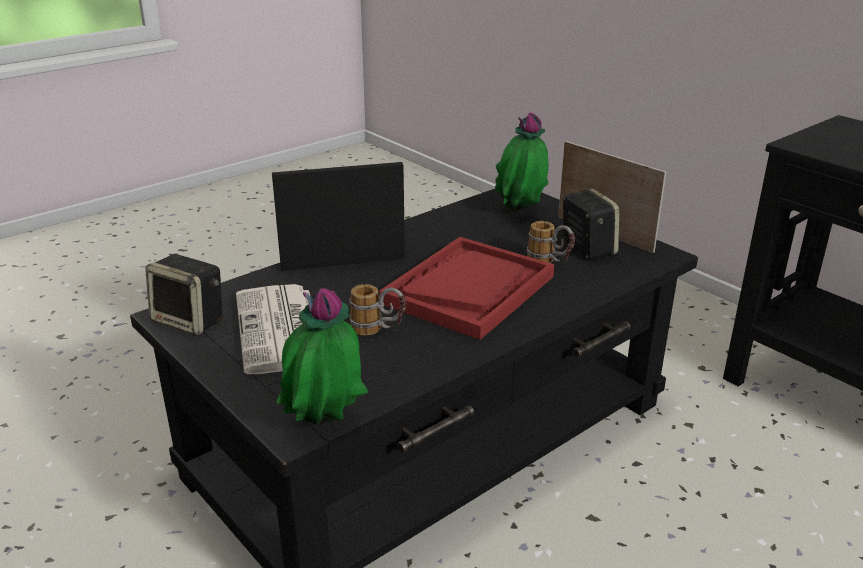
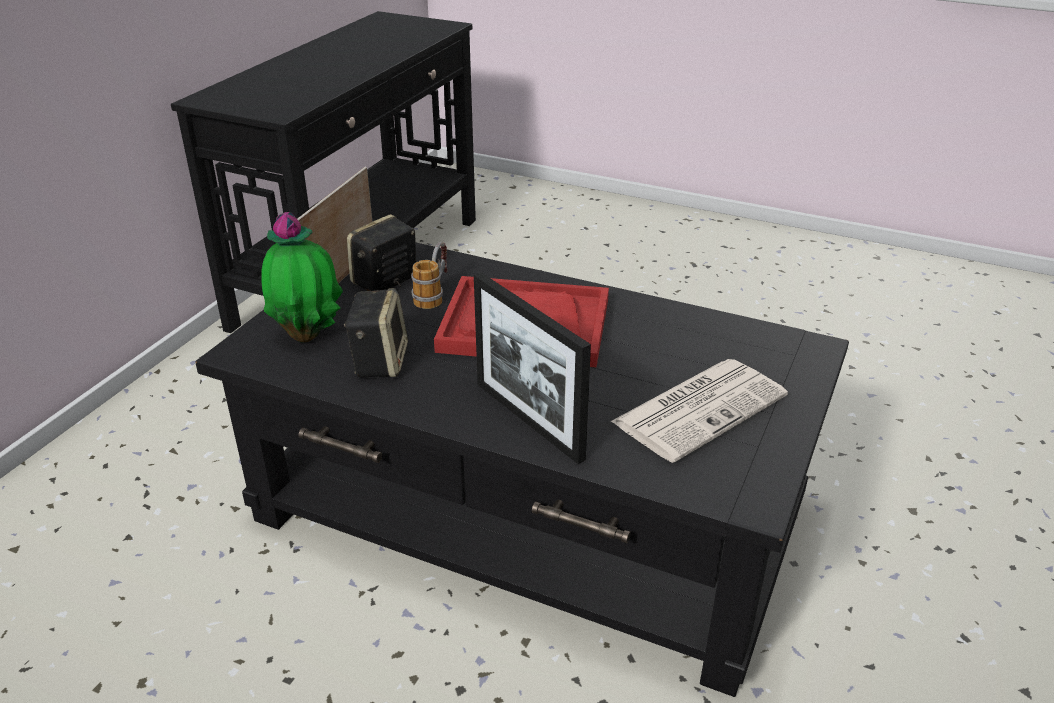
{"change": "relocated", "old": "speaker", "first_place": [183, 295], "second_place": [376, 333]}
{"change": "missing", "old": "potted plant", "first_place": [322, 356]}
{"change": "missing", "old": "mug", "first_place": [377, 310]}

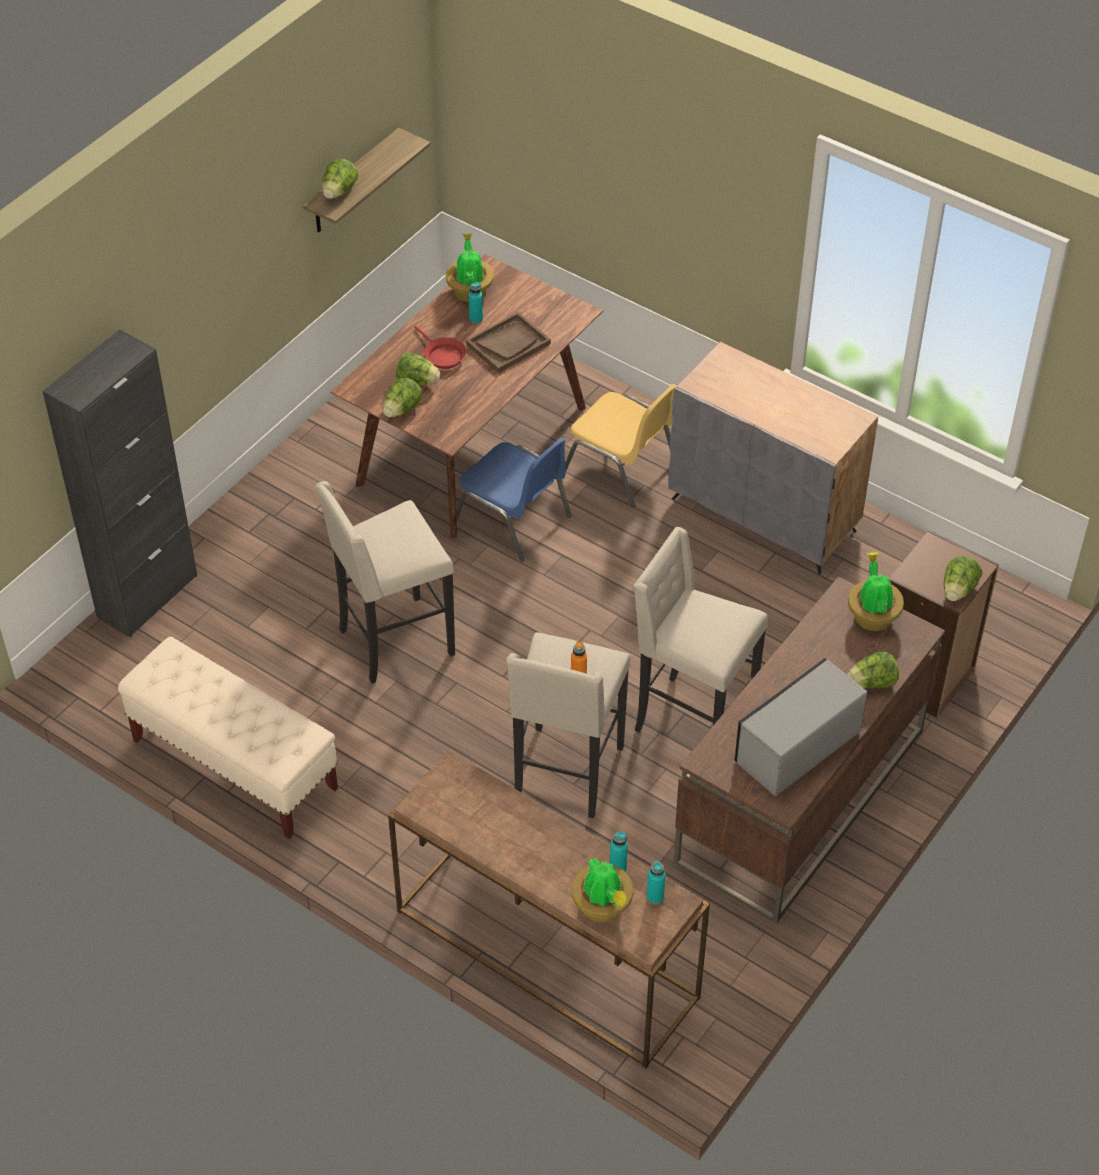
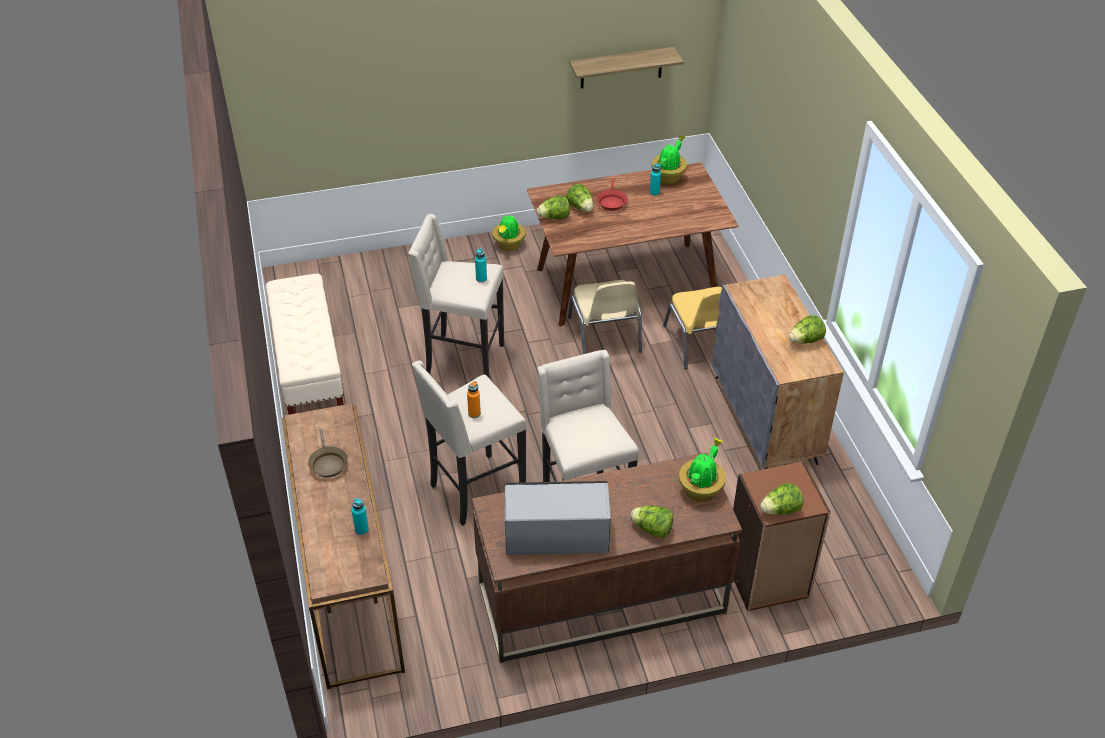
{"change": "appeared", "new": "frying pan/brown", "second_place": [328, 453]}
{"change": "relocated", "old": "bottle/turquoise", "first_place": [656, 882], "second_place": [481, 265]}
{"change": "relocated", "old": "potted plant", "first_place": [602, 889], "second_place": [509, 233]}
{"change": "colour", "old": "chair/blue", "new": "chair/beige", "first_place": [514, 500], "second_place": [605, 317]}
{"change": "relocated", "old": "lettuce", "first_place": [340, 178], "second_place": [807, 329]}
{"change": "missing", "old": "cabinet/black", "first_place": [120, 483]}
{"change": "missing", "old": "tray/brown", "first_place": [508, 342]}

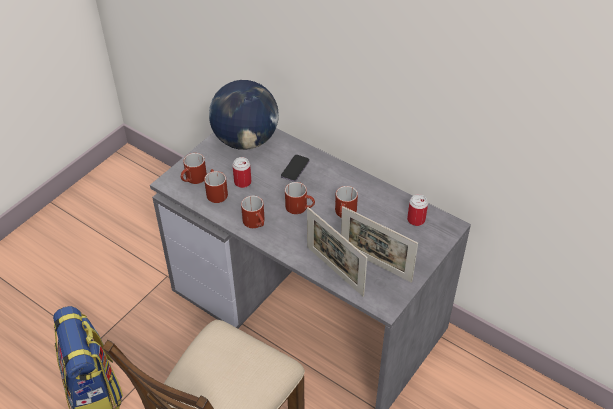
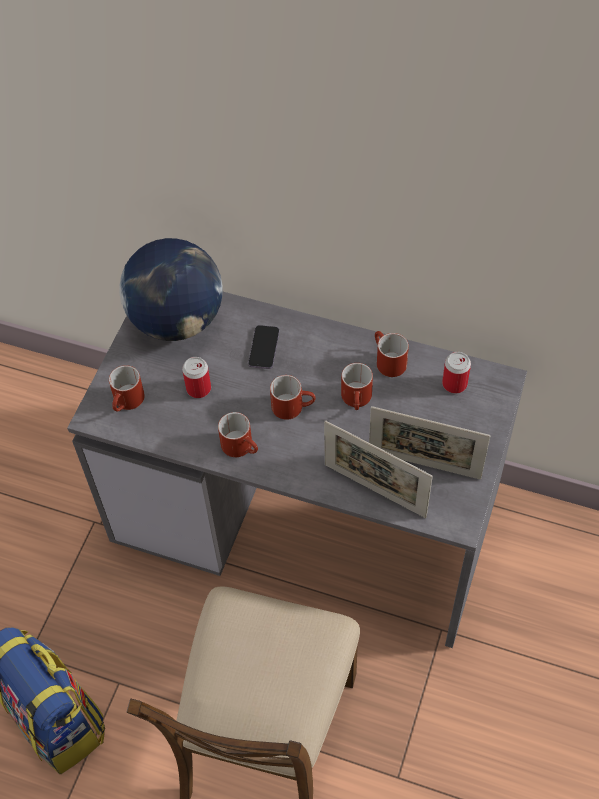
{"change": "relocated", "old": "mug/red", "first_place": [216, 186], "second_place": [392, 354]}

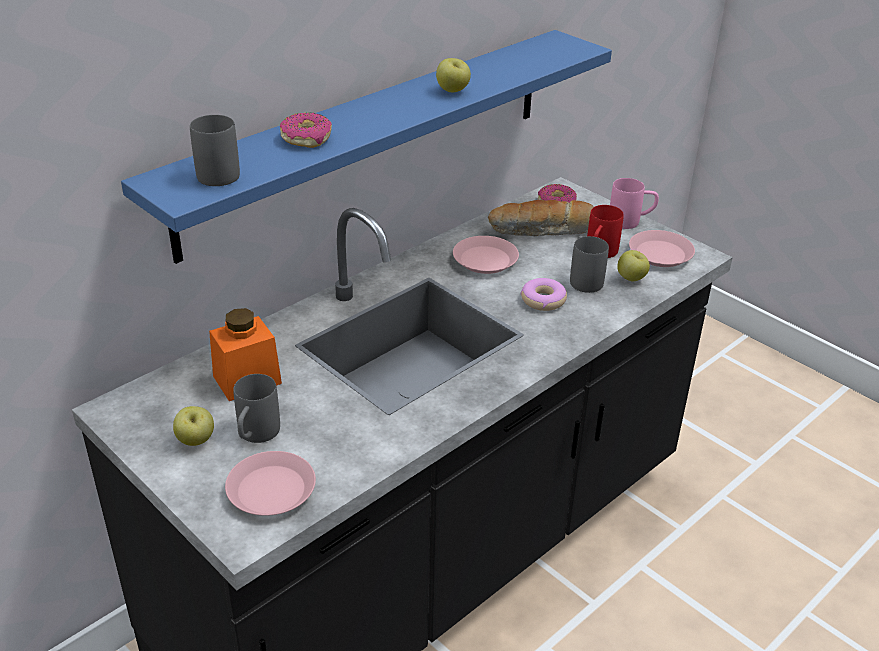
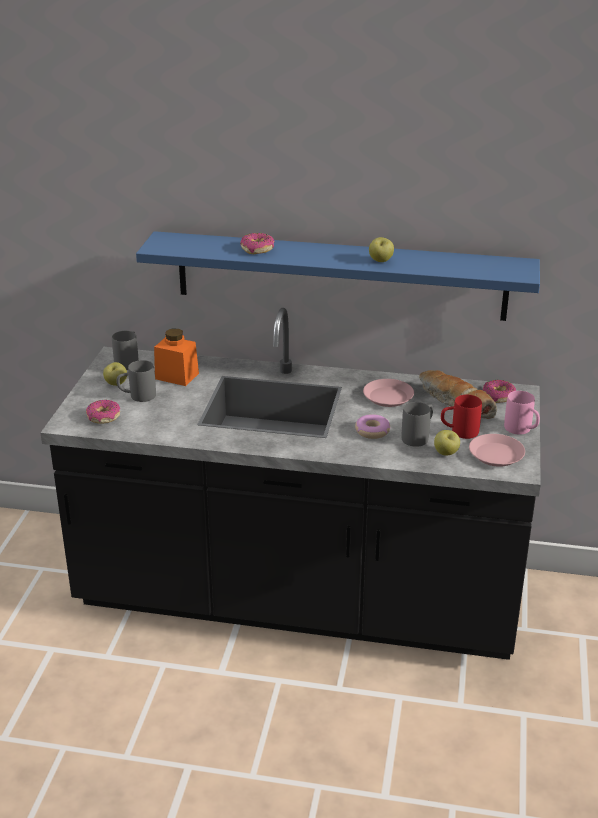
{"change": "exchanged", "old": "plate/pink", "new": "donut", "first_place": [270, 483], "second_place": [103, 411]}
{"change": "relocated", "old": "mug/grey", "first_place": [215, 150], "second_place": [125, 350]}

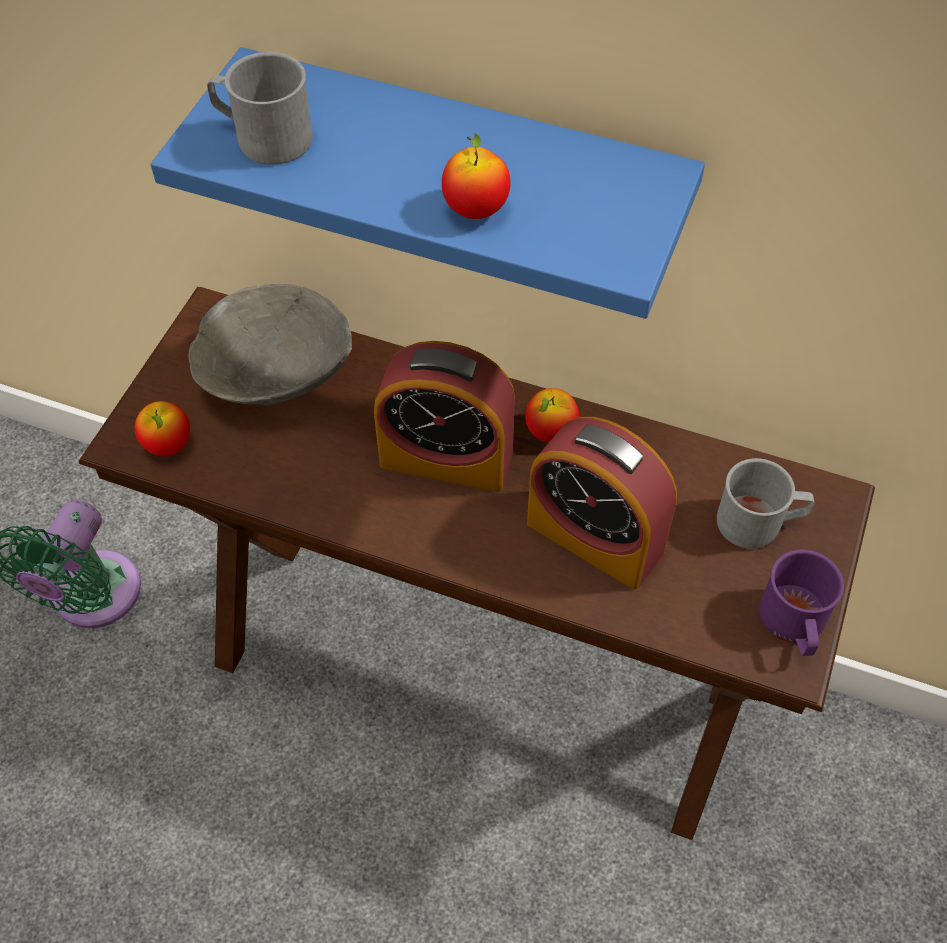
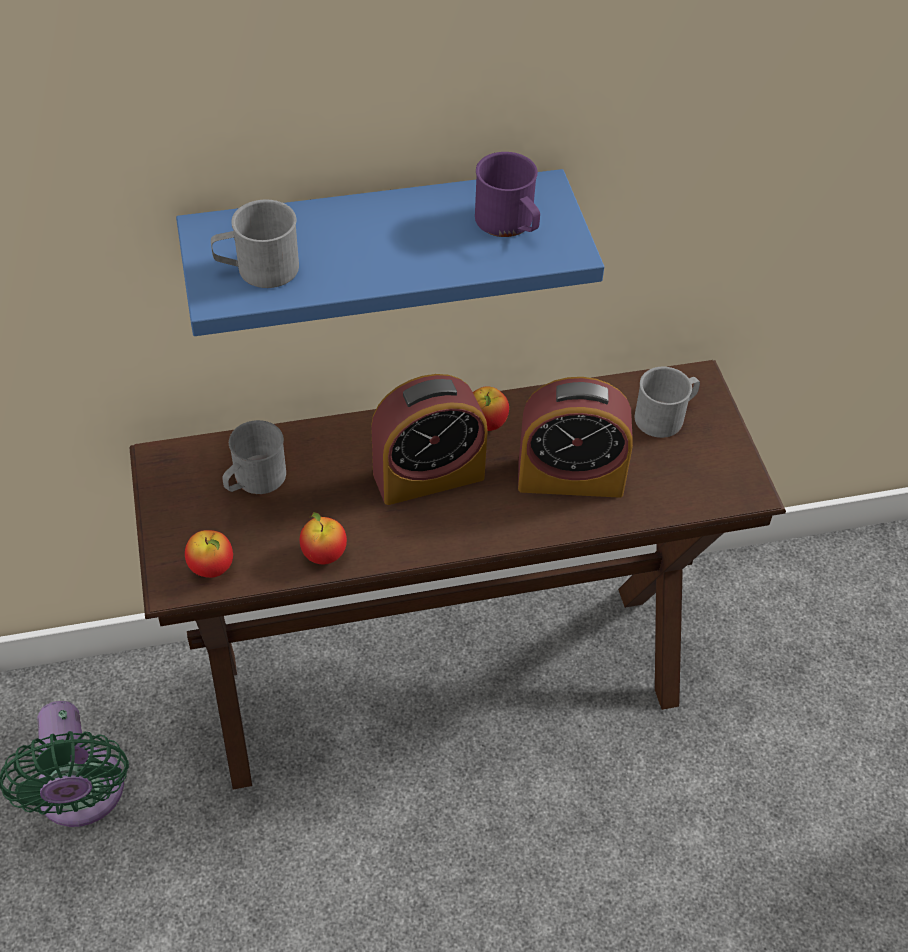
{"change": "exchanged", "old": "bowl/grey", "new": "mug/grey", "first_place": [270, 344], "second_place": [254, 457]}
{"change": "relocated", "old": "apple", "first_place": [476, 176], "second_place": [323, 538]}
{"change": "relocated", "old": "mug/purple", "first_place": [801, 603], "second_place": [507, 194]}

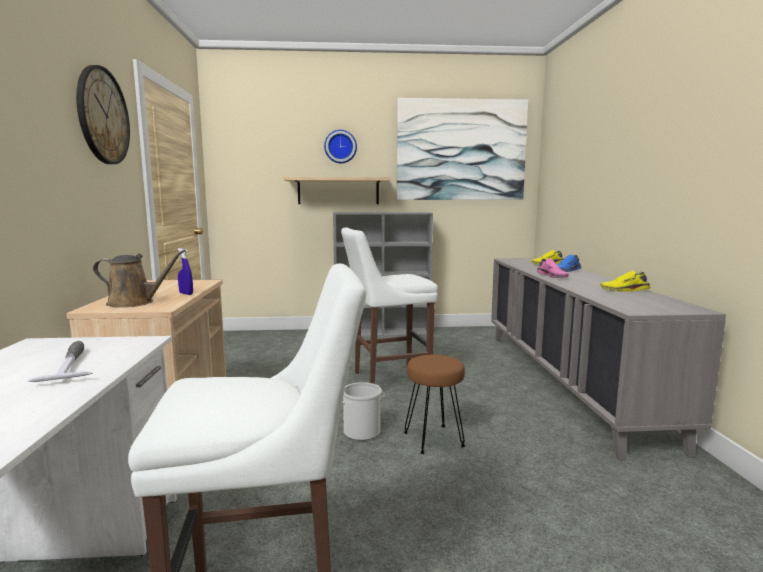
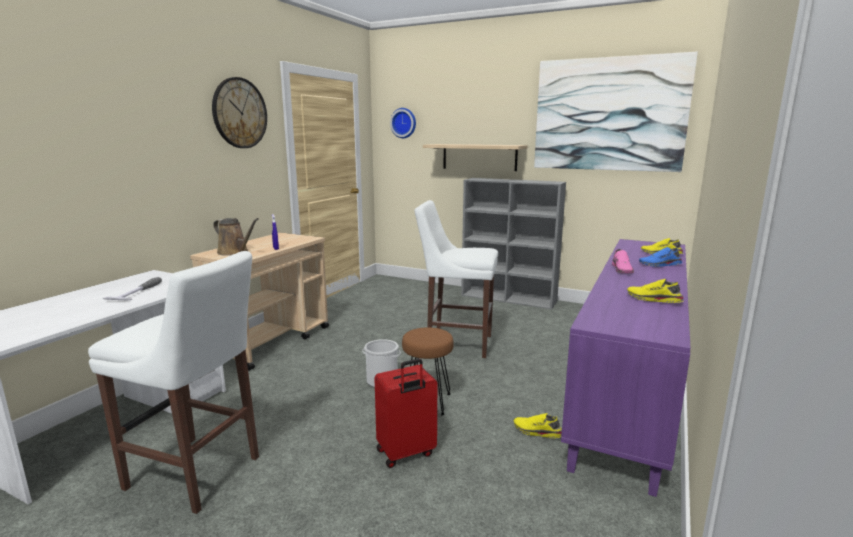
{"change": "appeared", "new": "suitcase/red", "second_place": [405, 413]}
{"change": "relocated", "old": "wall clock", "first_place": [340, 146], "second_place": [403, 123]}
{"change": "appeared", "new": "shoe/yellow", "second_place": [537, 425]}
{"change": "colour", "old": "cabinet/grey", "new": "cabinet/purple", "first_place": [608, 359], "second_place": [625, 368]}

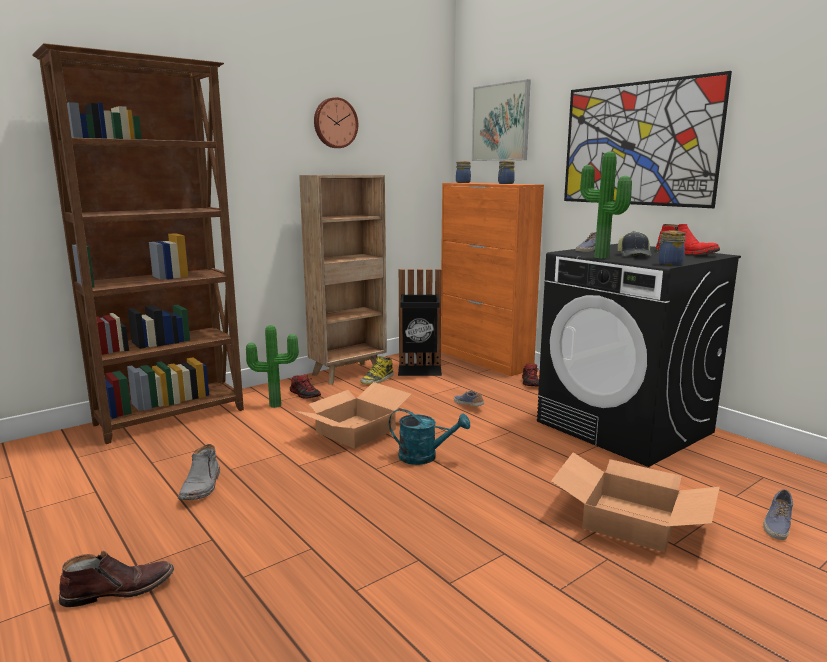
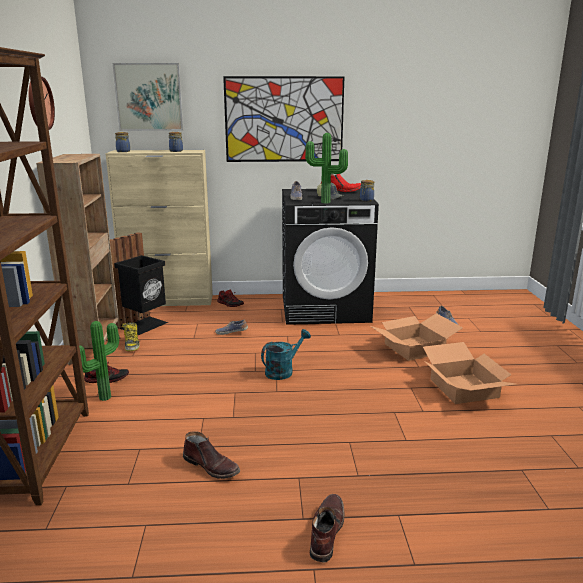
{"change": "colour", "old": "cabinet/orange", "new": "cabinet/beige", "first_place": [492, 279], "second_place": [159, 228]}
{"change": "colour", "old": "boot/grey", "new": "boot/brown", "first_place": [199, 472], "second_place": [211, 455]}
{"change": "relocated", "old": "cardboard box", "first_place": [353, 415], "second_place": [469, 373]}

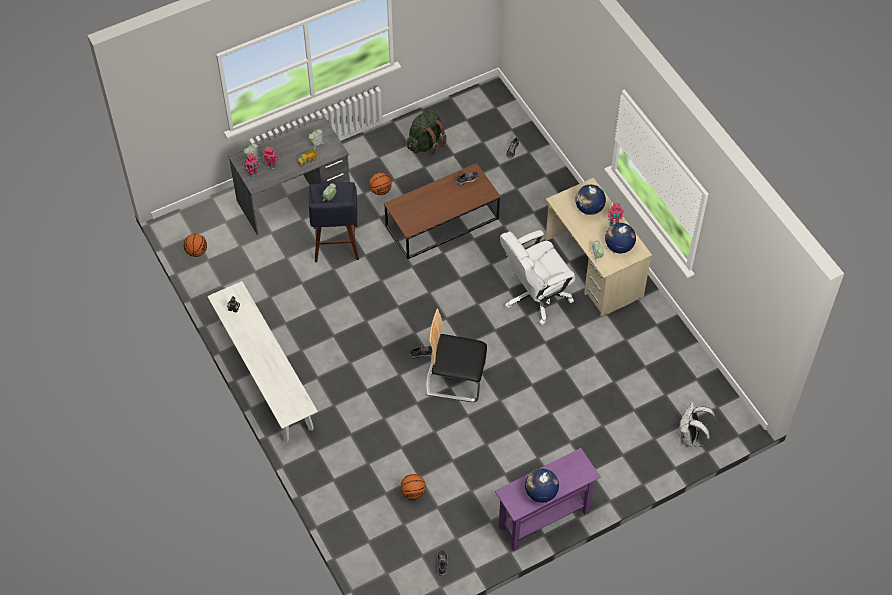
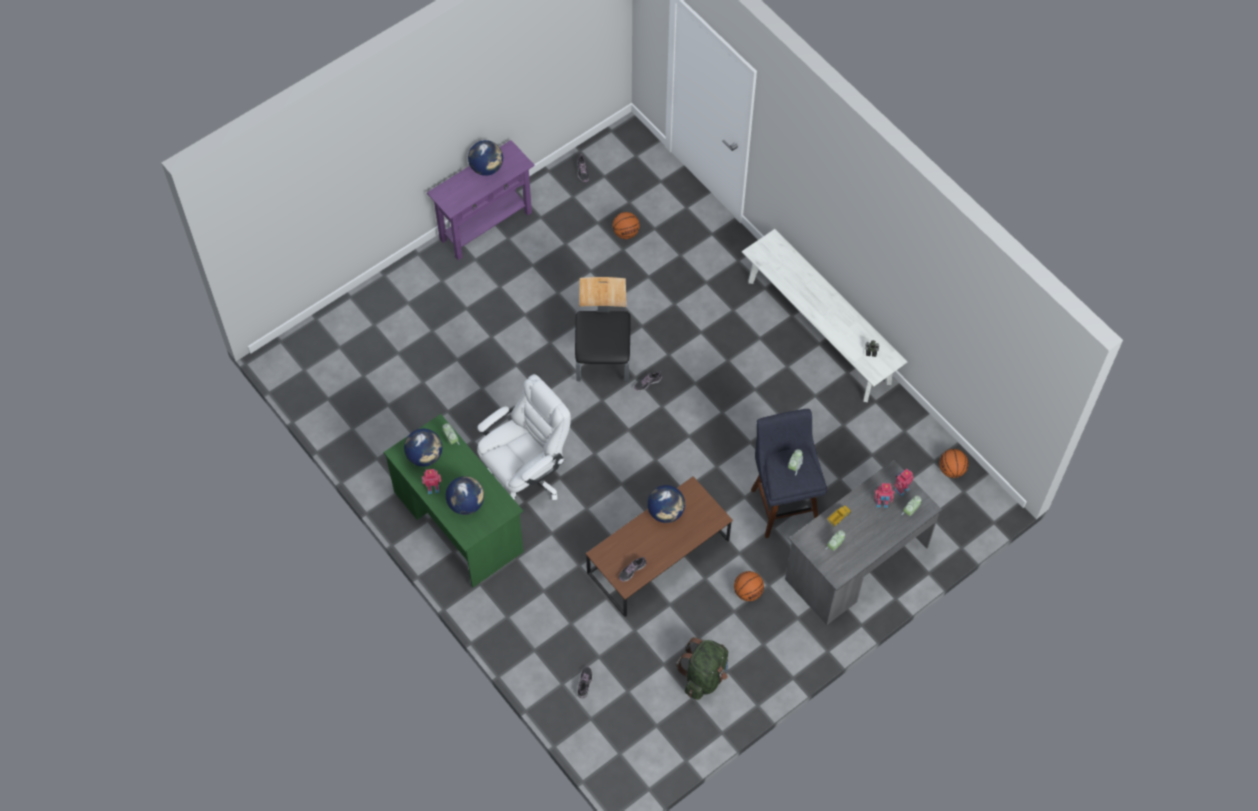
{"change": "colour", "old": "desk/beige", "new": "desk/green", "first_place": [598, 247], "second_place": [453, 501]}
{"change": "spun", "old": "chair", "first_place": [457, 355], "second_place": [603, 329], "degrees": -90}
{"change": "appeared", "new": "globe", "second_place": [666, 504]}
{"change": "missing", "old": "backpack/white", "first_place": [697, 424]}

